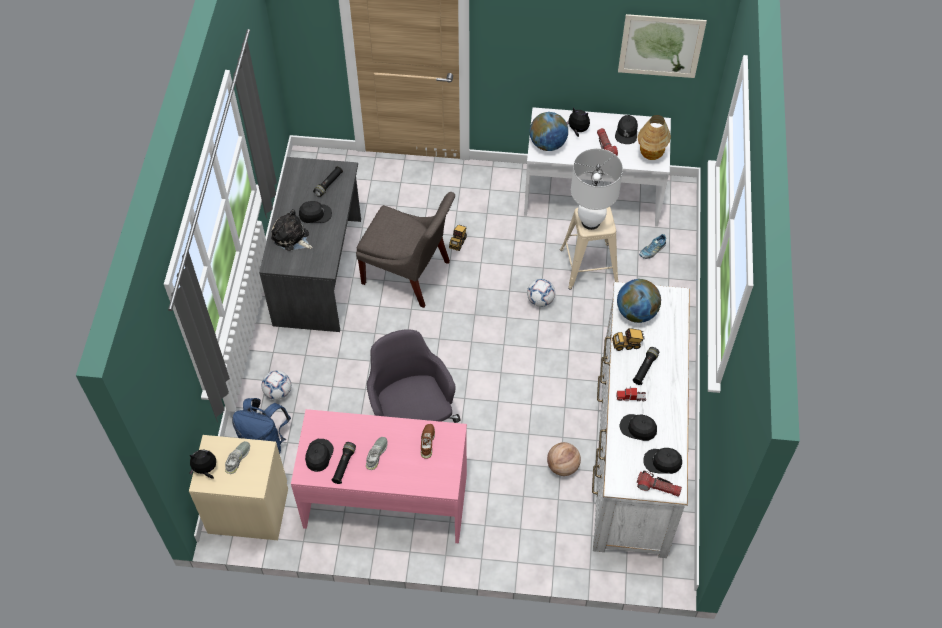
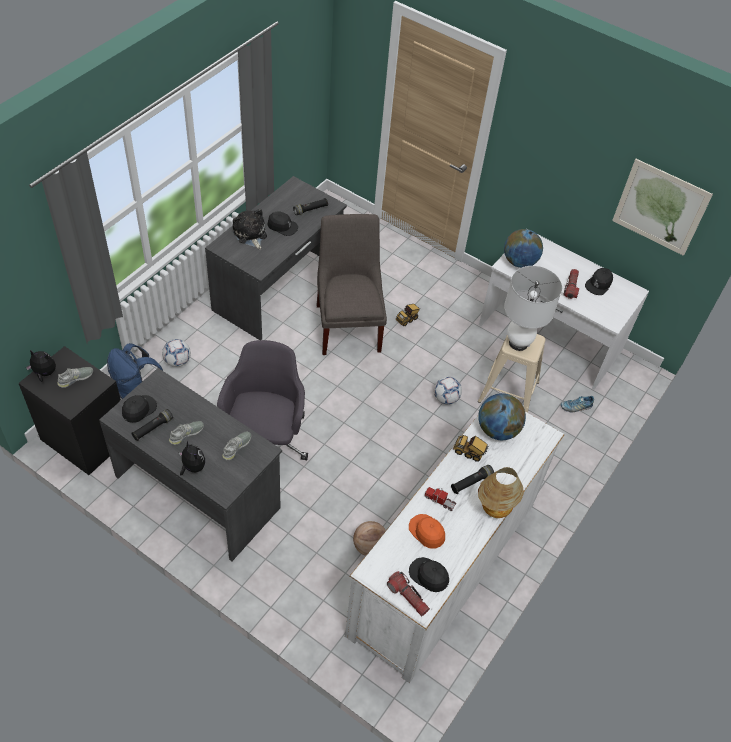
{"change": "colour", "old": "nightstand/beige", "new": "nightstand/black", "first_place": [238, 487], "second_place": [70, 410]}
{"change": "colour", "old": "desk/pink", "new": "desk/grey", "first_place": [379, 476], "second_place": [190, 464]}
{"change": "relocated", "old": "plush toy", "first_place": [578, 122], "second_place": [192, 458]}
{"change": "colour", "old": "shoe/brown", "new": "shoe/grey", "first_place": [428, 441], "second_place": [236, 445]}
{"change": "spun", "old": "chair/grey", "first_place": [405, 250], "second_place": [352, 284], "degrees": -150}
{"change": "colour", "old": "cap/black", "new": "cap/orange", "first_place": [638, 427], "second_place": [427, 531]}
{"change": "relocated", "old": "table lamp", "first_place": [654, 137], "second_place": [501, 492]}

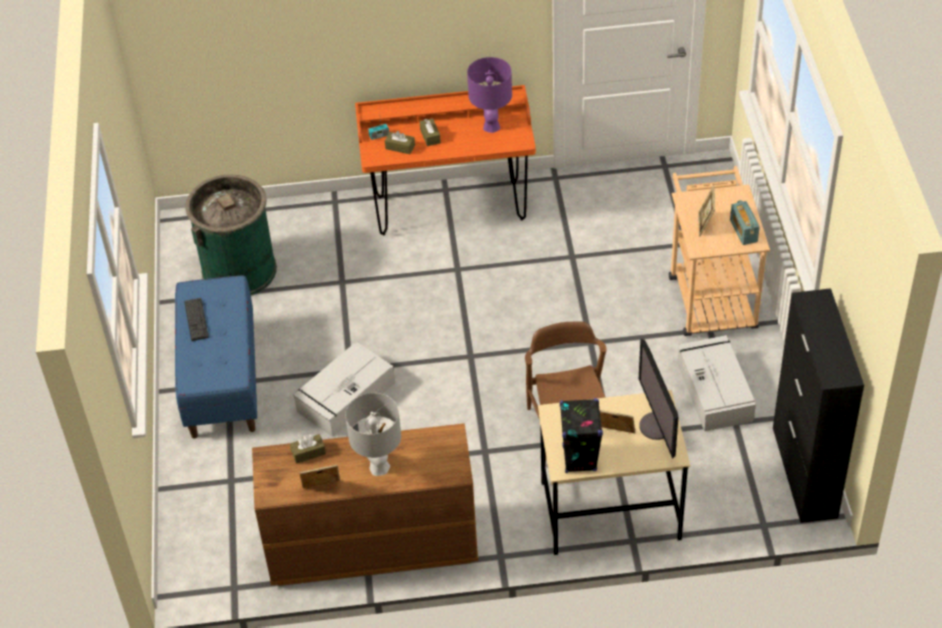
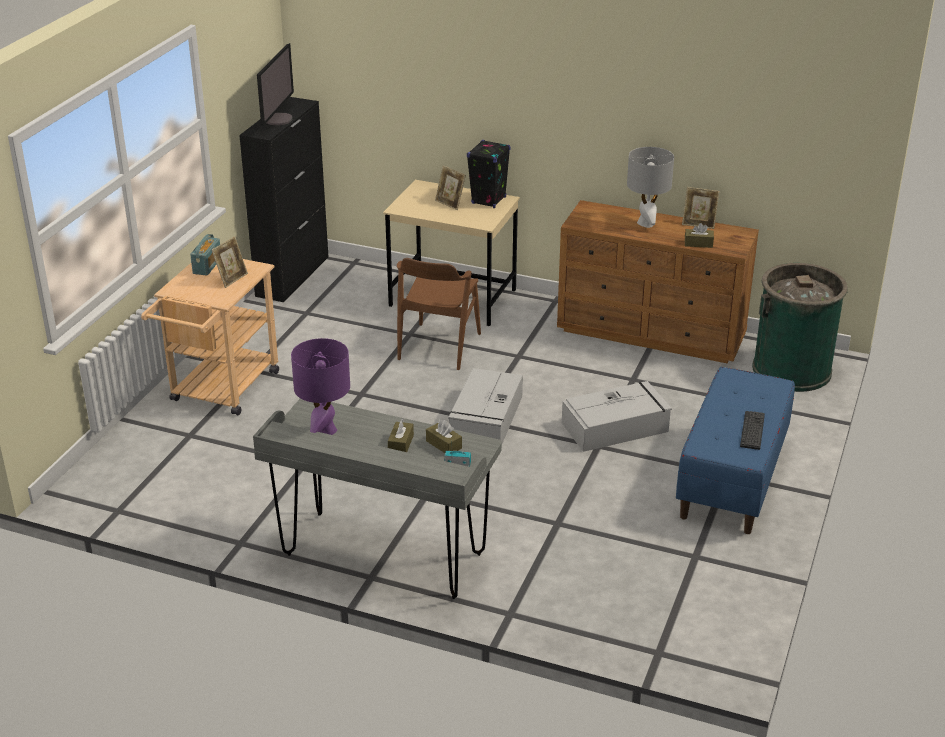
{"change": "colour", "old": "desk/orange", "new": "desk/grey", "first_place": [445, 160], "second_place": [377, 498]}
{"change": "relocated", "old": "monitor", "first_place": [658, 398], "second_place": [275, 84]}
{"change": "relocated", "old": "storage box/grey", "first_place": [716, 383], "second_place": [485, 405]}
{"change": "relocated", "old": "trash can/green", "first_place": [231, 234], "second_place": [800, 327]}

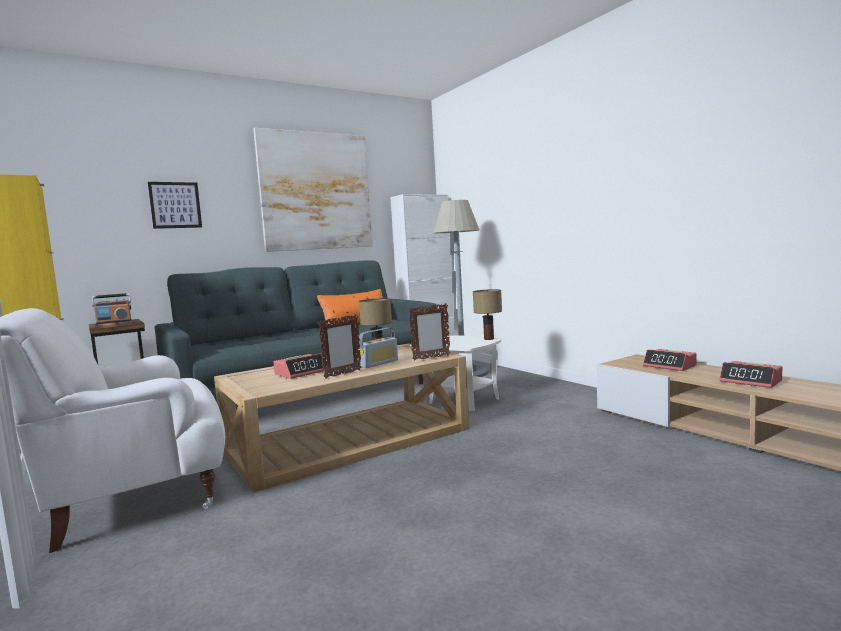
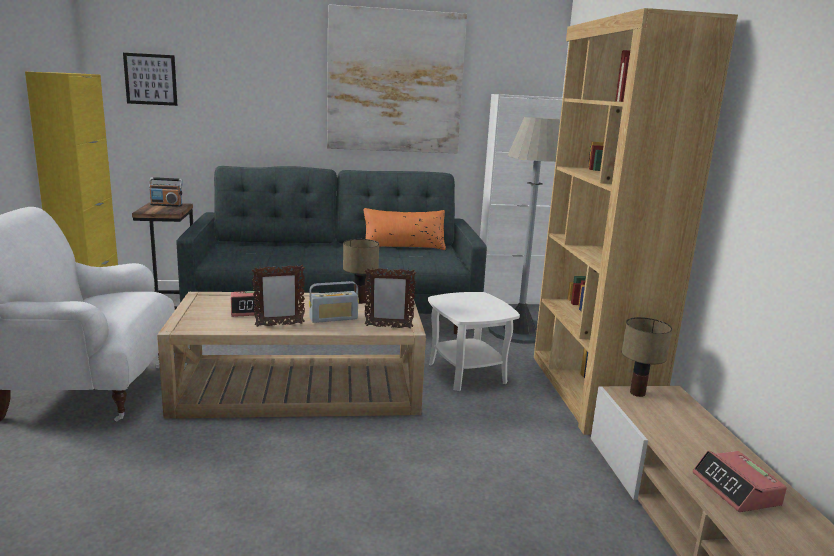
{"change": "relocated", "old": "picture", "first_place": [175, 205], "second_place": [150, 79]}
{"change": "appeared", "new": "bookcase/brown", "second_place": [636, 221]}
{"change": "relocated", "old": "table lamp", "first_place": [487, 314], "second_place": [647, 357]}
{"change": "missing", "old": "alarm clock", "first_place": [670, 360]}

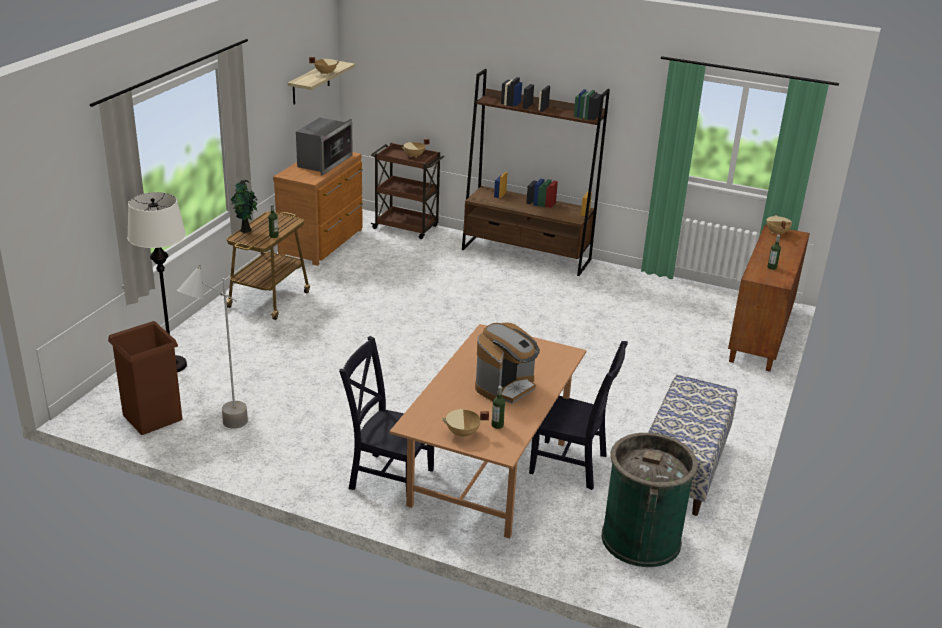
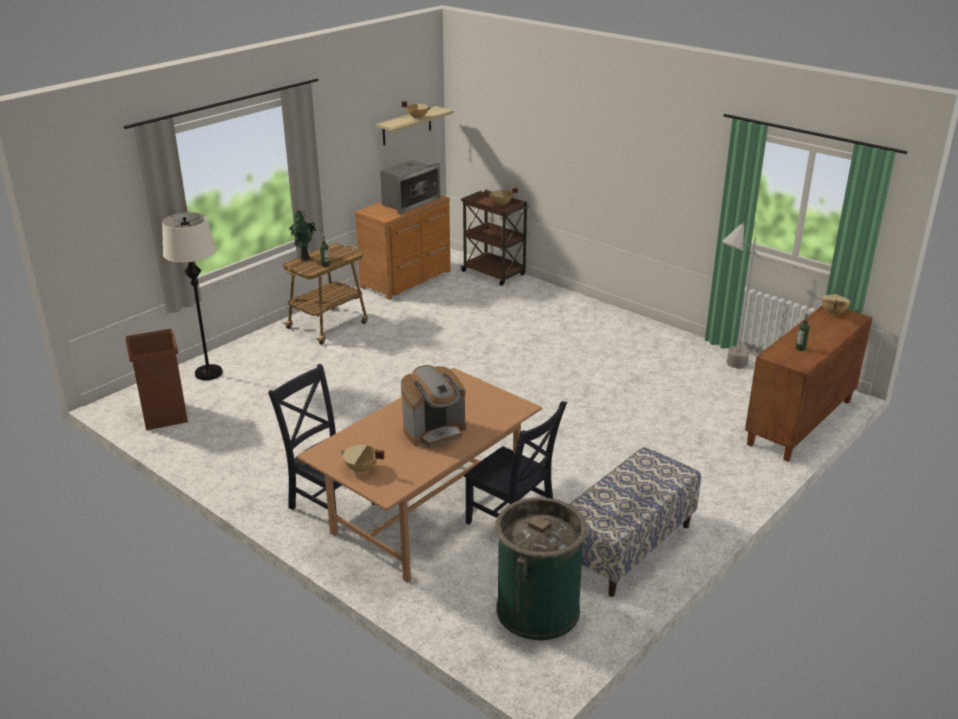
{"change": "relocated", "old": "floor lamp/grey", "first_place": [212, 347], "second_place": [741, 295]}
{"change": "missing", "old": "bookcase/brown", "first_place": [536, 172]}
{"change": "missing", "old": "bottle", "first_place": [498, 407]}

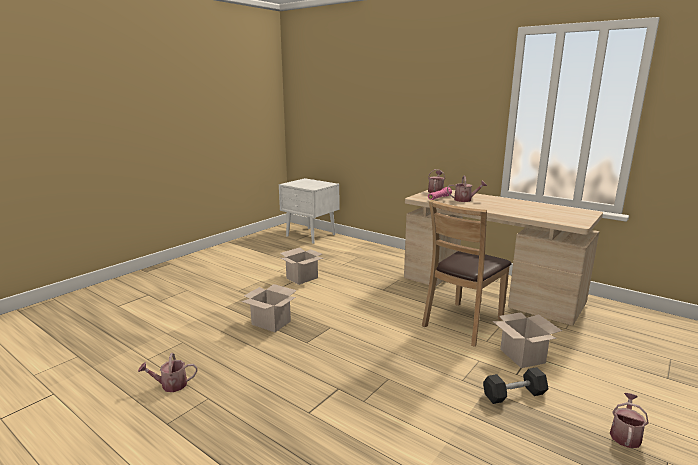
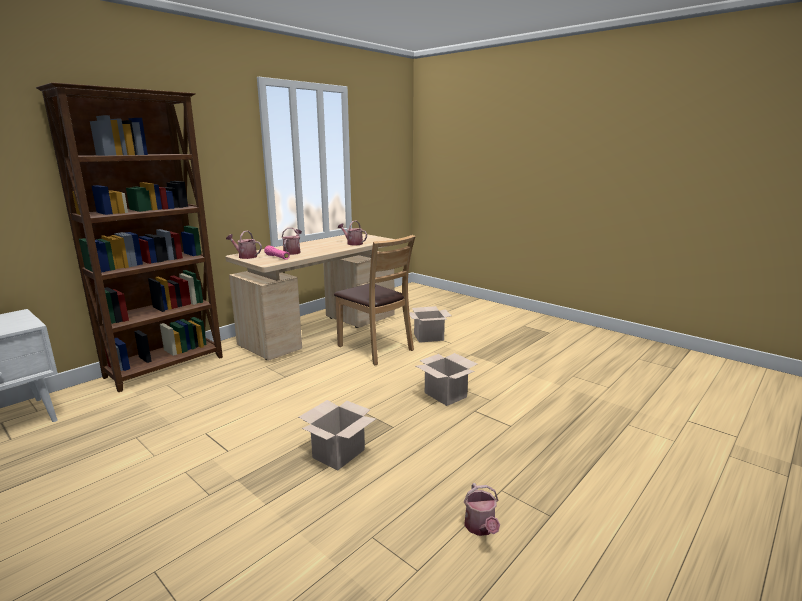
{"change": "appeared", "new": "bookcase/brown", "second_place": [129, 237]}
{"change": "relocated", "old": "watering can", "first_place": [629, 420], "second_place": [352, 233]}
{"change": "relocated", "old": "cardboard box", "first_place": [301, 266], "second_place": [446, 379]}
{"change": "missing", "old": "dumbbell/grey", "first_place": [516, 385]}

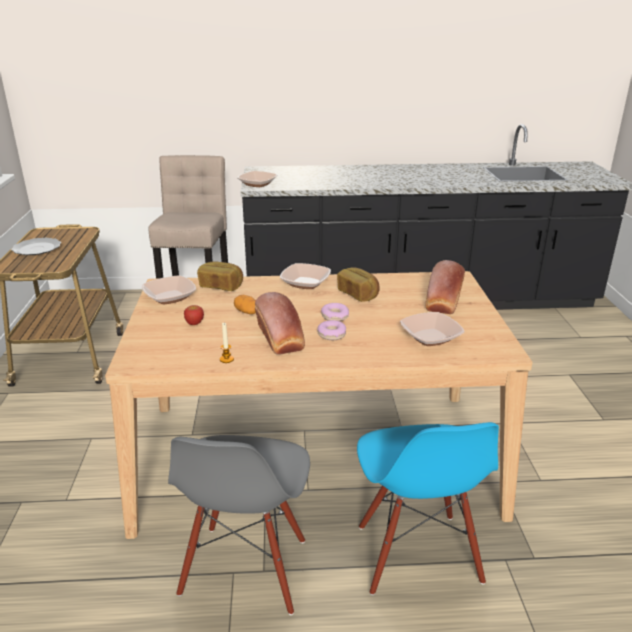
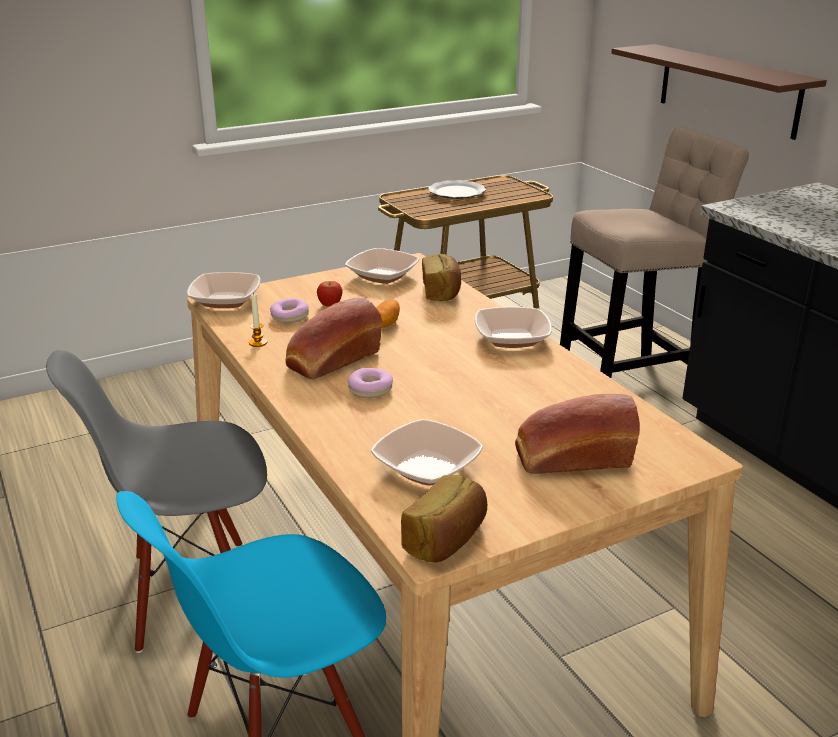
{"change": "relocated", "old": "bowl", "first_place": [257, 179], "second_place": [224, 290]}
{"change": "relocated", "old": "donut", "first_place": [335, 312], "second_place": [289, 310]}
{"change": "relocated", "old": "bread", "first_place": [358, 284], "second_place": [444, 518]}
{"change": "appeared", "new": "shelf/brown", "second_place": [719, 92]}

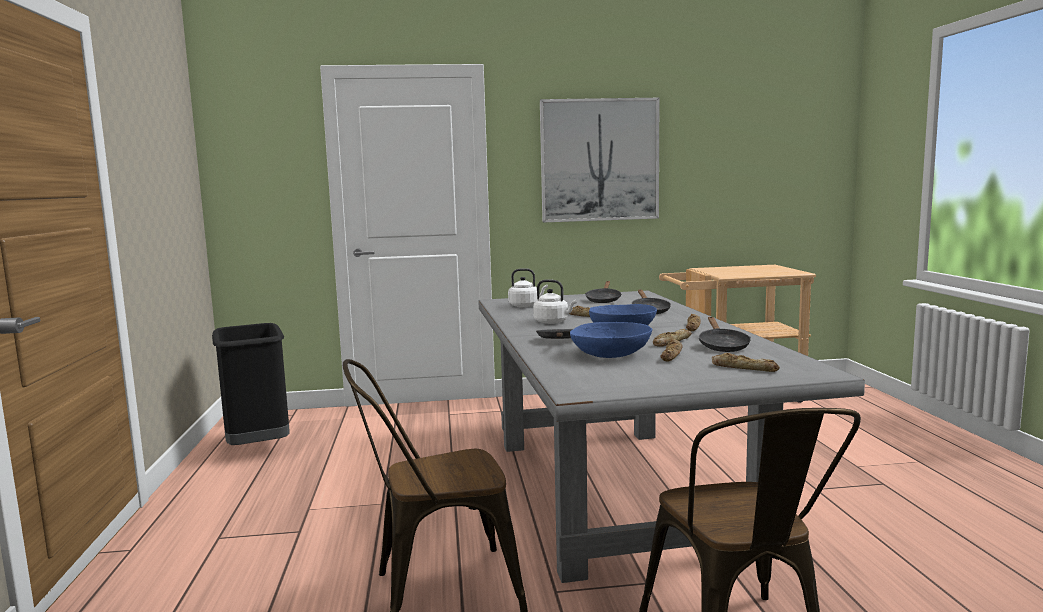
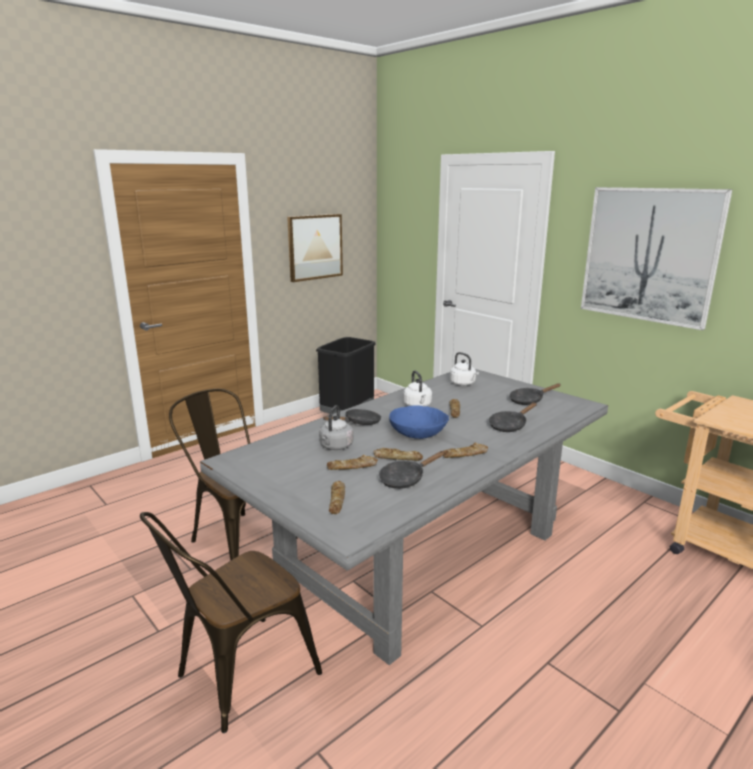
{"change": "appeared", "new": "picture", "second_place": [315, 248]}
{"change": "exchanged", "old": "bowl/blue", "new": "kettle/grey", "first_place": [611, 340], "second_place": [336, 427]}

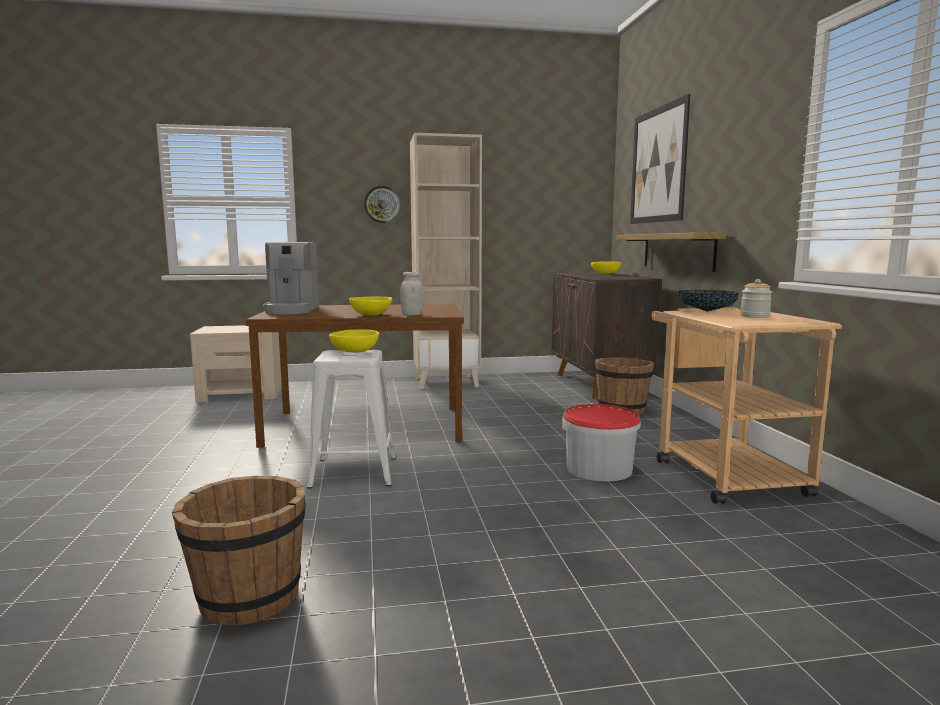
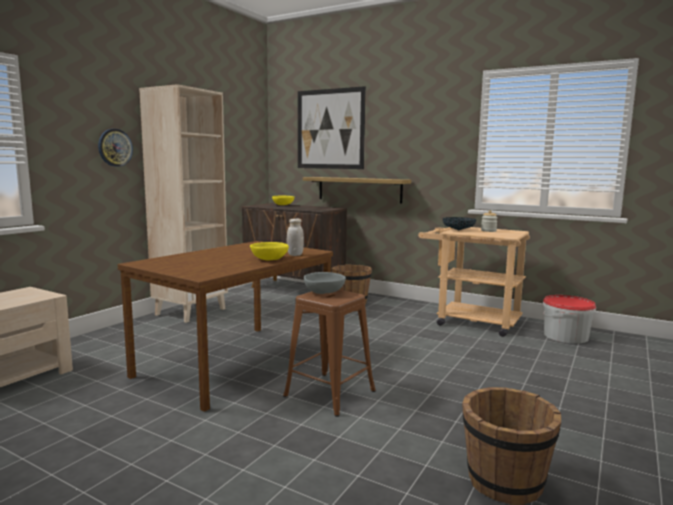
{"change": "colour", "old": "stool/white", "new": "stool/brown", "first_place": [351, 419], "second_place": [329, 353]}
{"change": "colour", "old": "bowl/yellow", "new": "bowl/grey", "first_place": [354, 341], "second_place": [325, 283]}
{"change": "relocated", "old": "bucket", "first_place": [601, 443], "second_place": [569, 319]}
{"change": "missing", "old": "coffee machine", "first_place": [291, 278]}

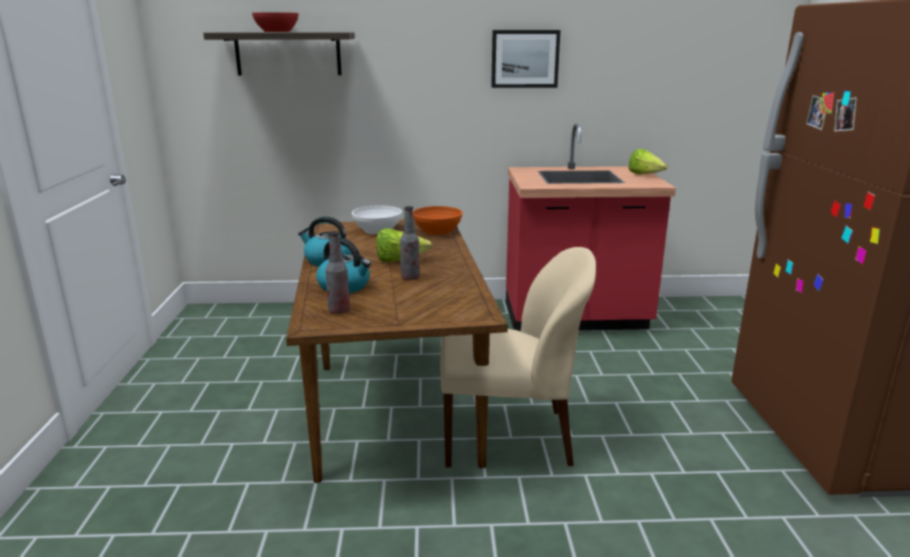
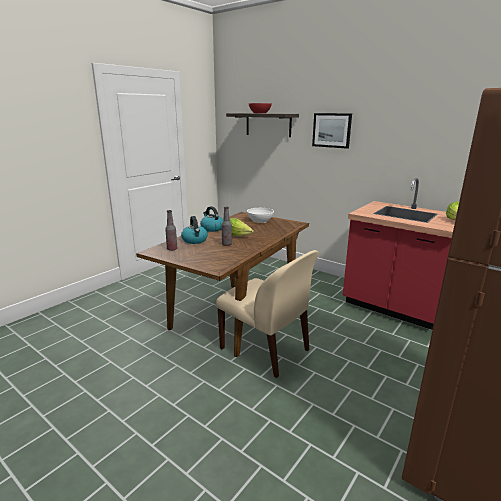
{"change": "relocated", "old": "picture", "first_place": [525, 59], "second_place": [332, 131]}
{"change": "missing", "old": "bowl/orange", "first_place": [438, 220]}

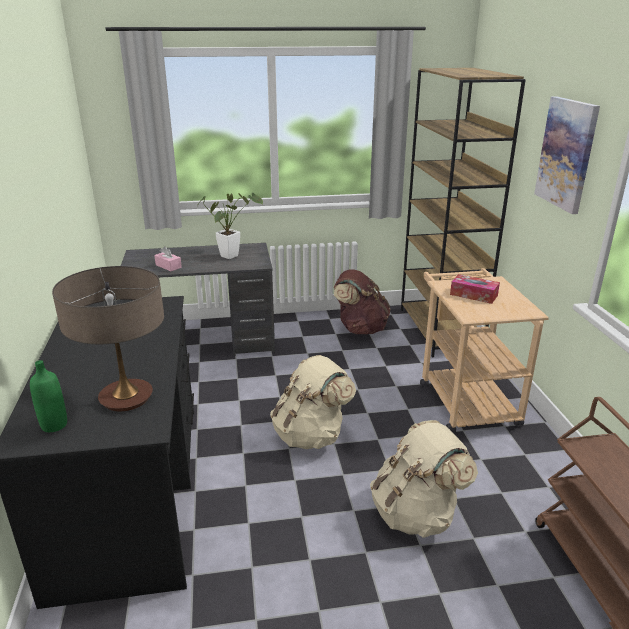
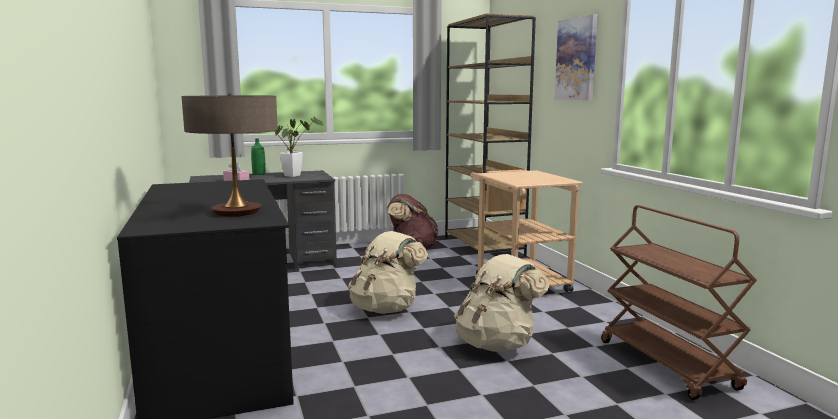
{"change": "relocated", "old": "bottle/green", "first_place": [48, 396], "second_place": [258, 156]}
{"change": "missing", "old": "tissue box", "first_place": [475, 289]}

